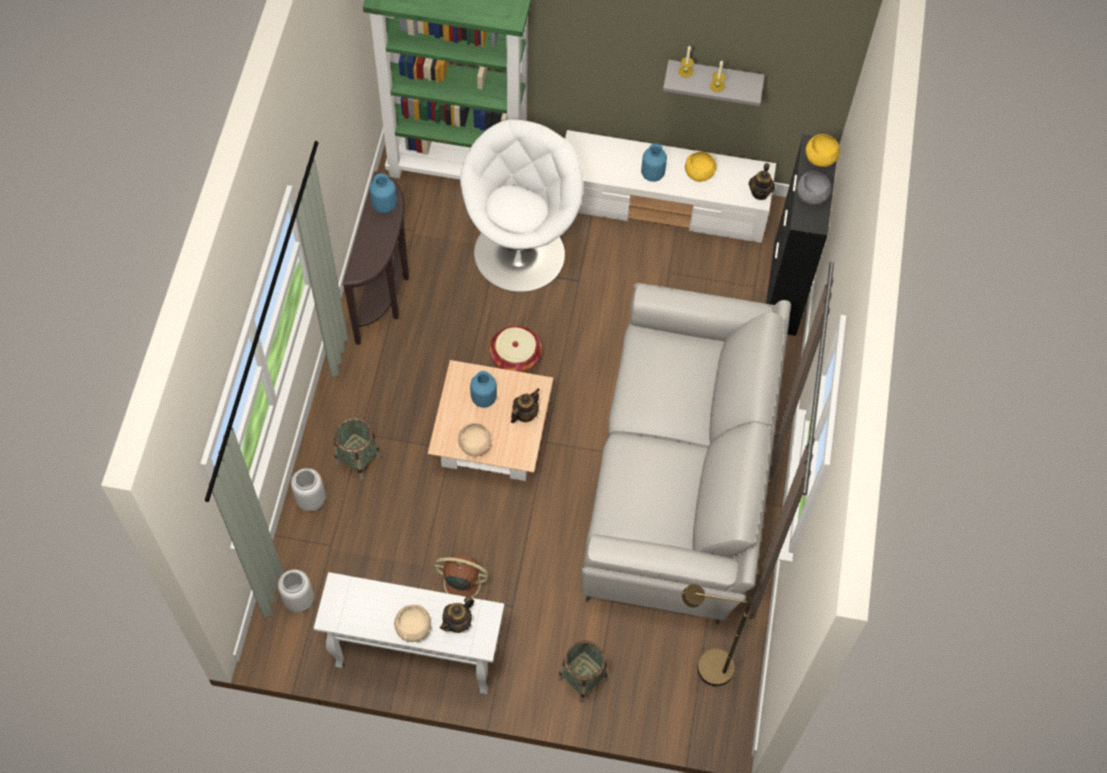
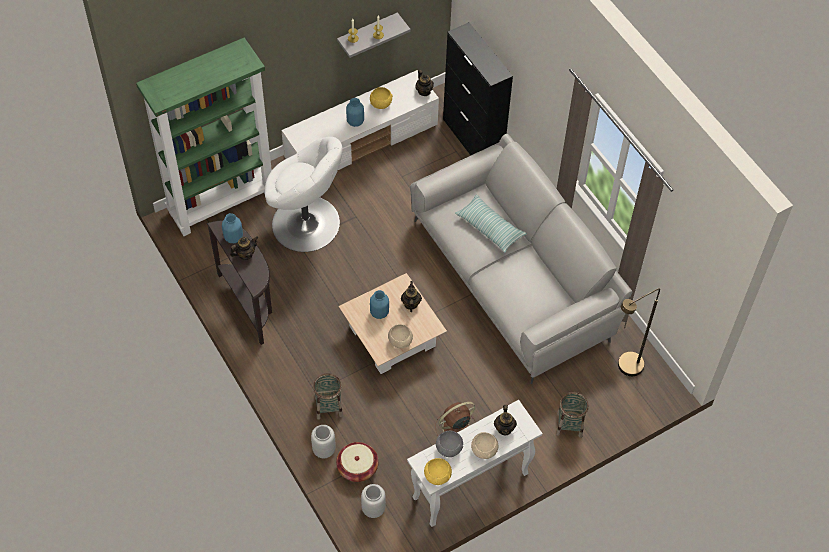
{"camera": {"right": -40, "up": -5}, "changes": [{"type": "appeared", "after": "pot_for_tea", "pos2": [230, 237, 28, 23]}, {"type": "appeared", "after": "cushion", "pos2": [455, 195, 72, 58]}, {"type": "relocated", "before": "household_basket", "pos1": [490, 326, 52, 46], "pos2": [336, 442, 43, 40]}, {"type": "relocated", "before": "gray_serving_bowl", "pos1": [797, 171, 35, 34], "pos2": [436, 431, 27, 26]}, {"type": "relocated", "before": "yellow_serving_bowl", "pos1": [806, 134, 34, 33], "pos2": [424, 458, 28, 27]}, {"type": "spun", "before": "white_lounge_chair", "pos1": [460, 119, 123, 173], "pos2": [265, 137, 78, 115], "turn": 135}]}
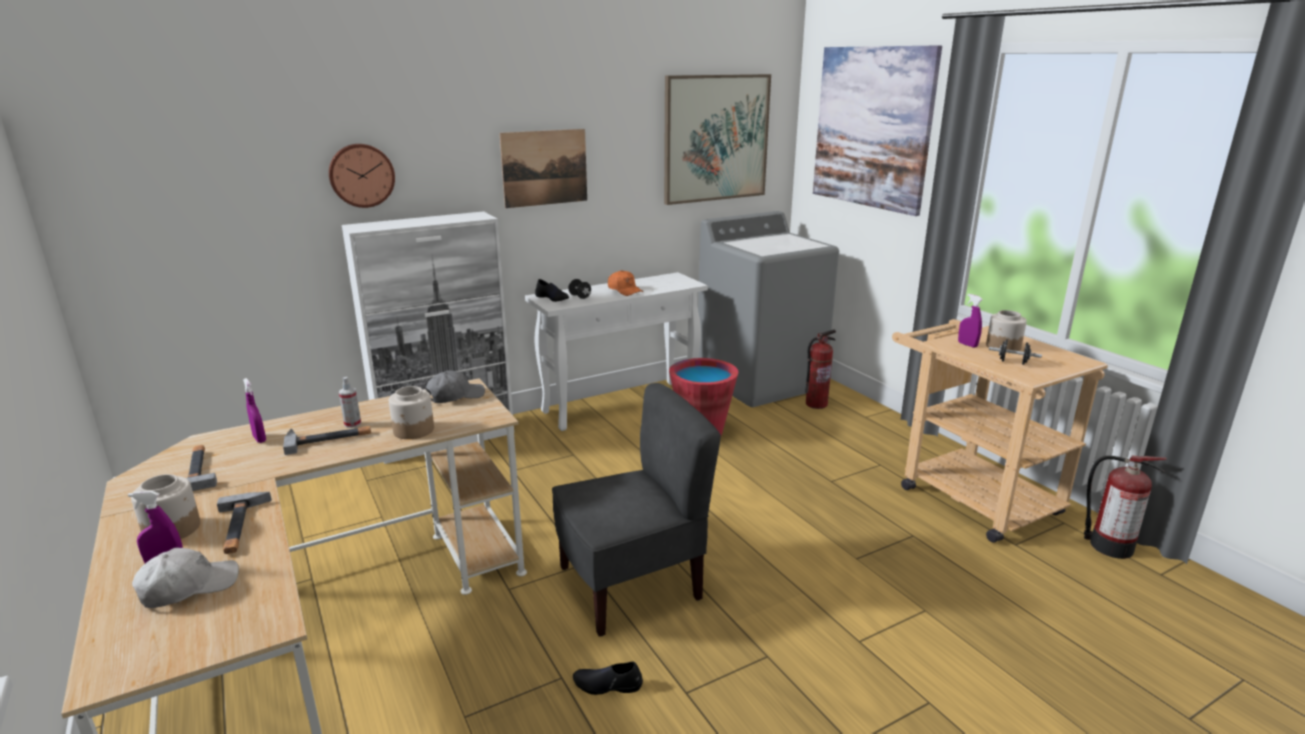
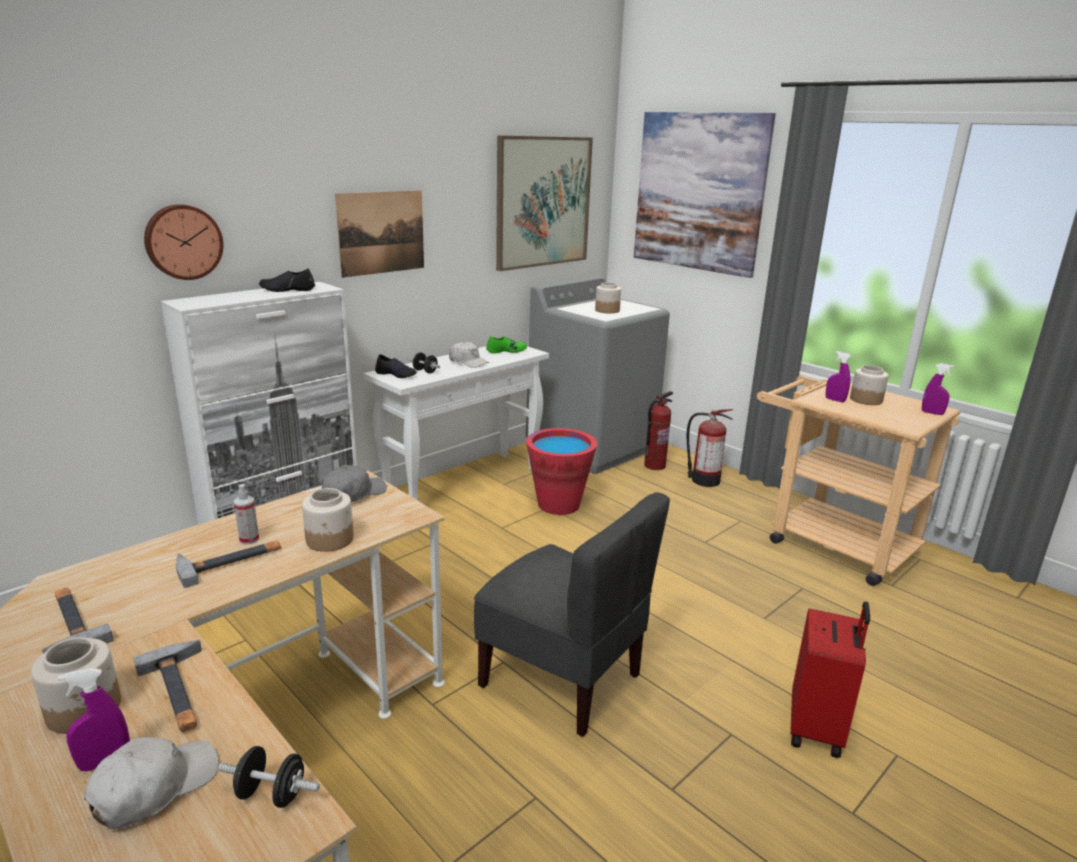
{"camera": {"right": -15, "up": 0}, "changes": [{"type": "appeared", "after": "green-coloured_item_of_footwear", "pos2": [486, 336, 41, 18]}, {"type": "appeared", "after": "jar", "pos2": [595, 282, 26, 31]}, {"type": "appeared", "after": "red_travel_case", "pos2": [790, 601, 80, 157]}, {"type": "relocated", "before": "purple-coloured_hand_sprayer", "pos1": [243, 378, 23, 65], "pos2": [922, 363, 32, 52]}, {"type": "relocated", "before": "black_item_of_footwear", "pos1": [573, 662, 70, 33], "pos2": [259, 268, 56, 24]}, {"type": "relocated", "before": "black_free_weight", "pos1": [989, 340, 53, 25], "pos2": [218, 746, 102, 62]}, {"type": "relocated", "before": "fire_extinguisher", "pos1": [1084, 455, 83, 104], "pos2": [686, 409, 47, 78]}, {"type": "colour", "before": "orangey_cap", "after": "white_cap", "pos1": [608, 270, 35, 26], "pos2": [449, 341, 40, 27]}, {"type": "spun", "before": "gray_upright_chair", "pos1": [552, 383, 169, 253], "pos2": [474, 492, 196, 245], "turn": 75}]}
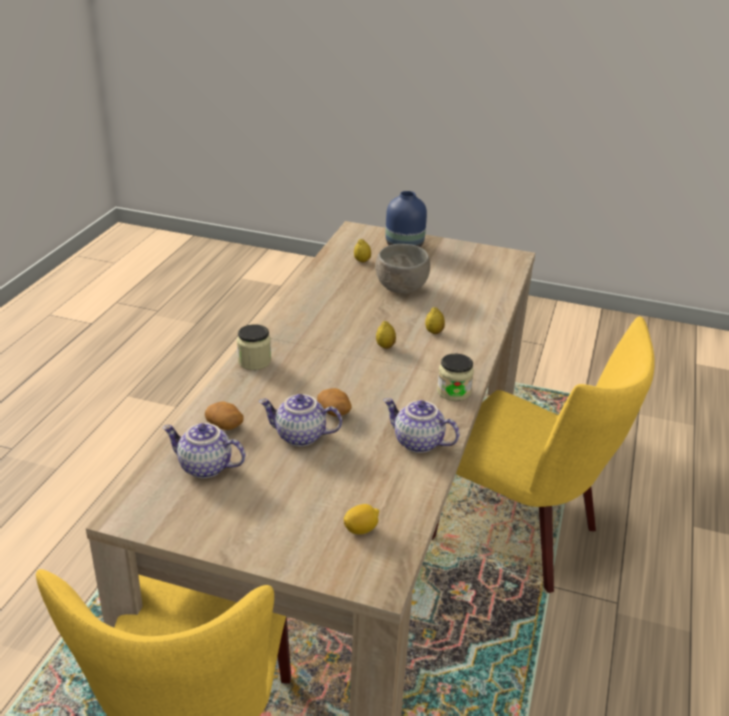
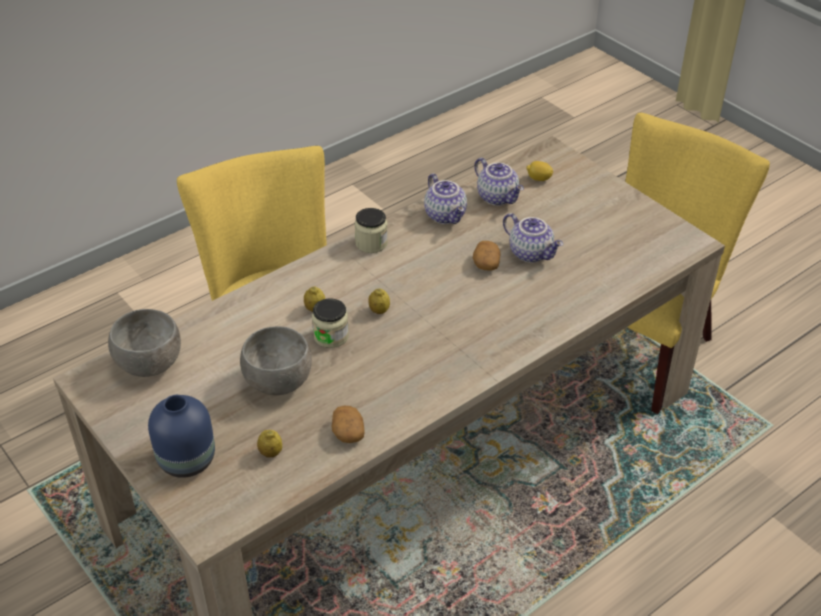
{"camera": {"right": -145, "up": 10}, "changes": [{"type": "appeared", "after": "gray_serving_bowl", "pos2": [108, 309, 73, 68]}, {"type": "relocated", "before": "pot_for_tea", "pos1": [162, 423, 83, 55], "pos2": [474, 158, 50, 48]}, {"type": "relocated", "before": "potato", "pos1": [205, 401, 39, 29], "pos2": [332, 406, 33, 37]}, {"type": "relocated", "before": "jar", "pos1": [237, 324, 34, 46], "pos2": [312, 299, 37, 49]}]}
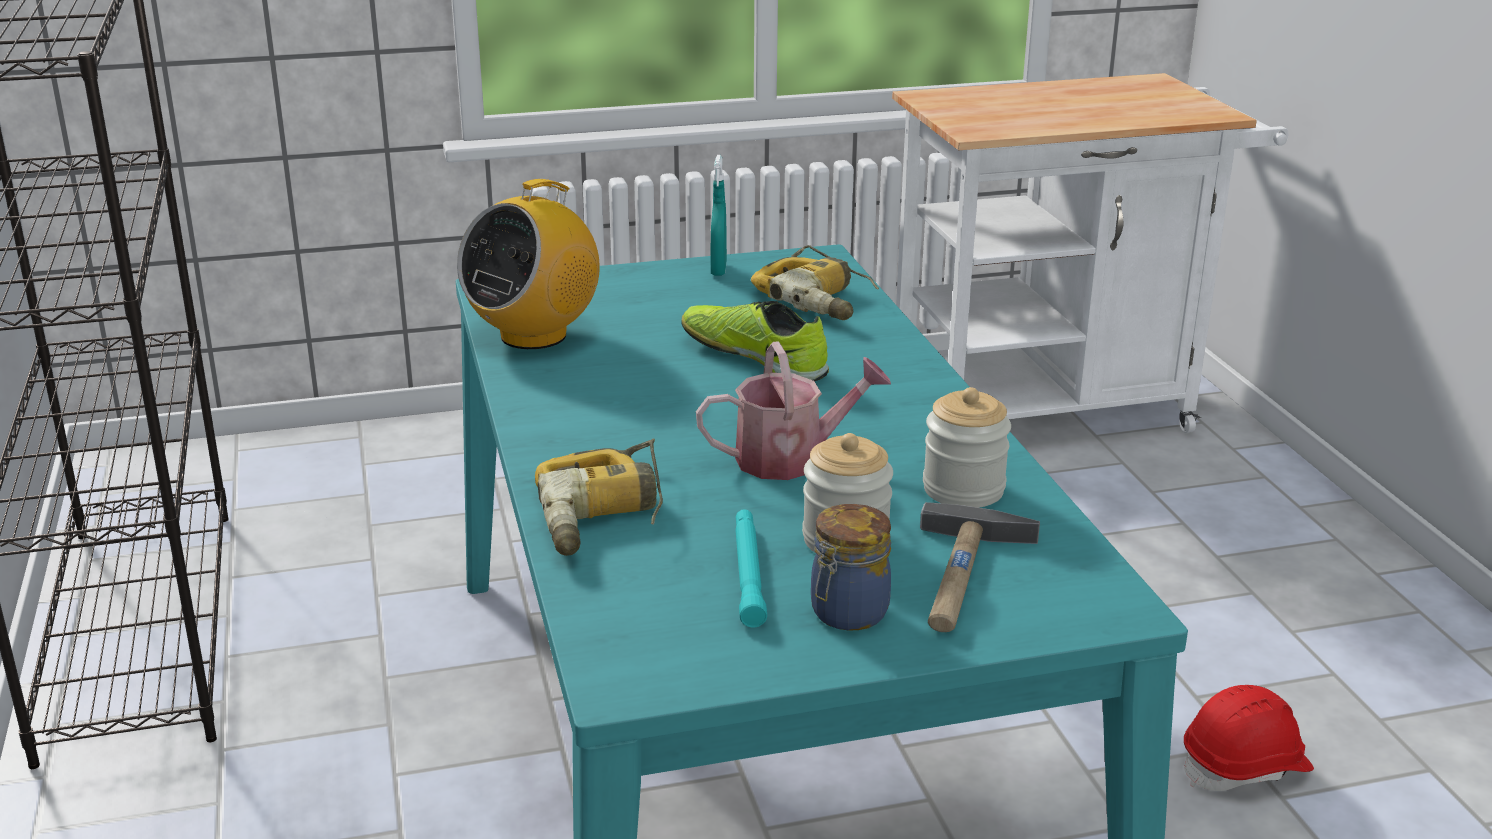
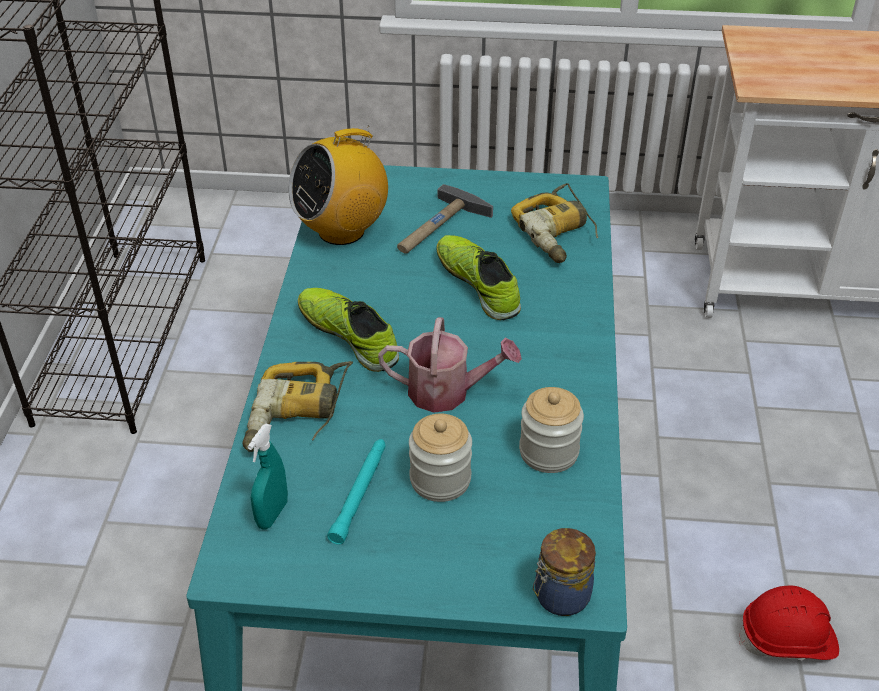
{"camera": {"right": 20, "up": 15}, "changes": [{"type": "appeared", "after": "item_of_footwear", "pos2": [298, 288, 101, 84]}, {"type": "relocated", "before": "turquoise_hand_sprayer", "pos1": [711, 155, 16, 121], "pos2": [247, 424, 41, 106]}, {"type": "relocated", "before": "jar", "pos1": [811, 504, 80, 126], "pos2": [533, 528, 63, 88]}, {"type": "relocated", "before": "hand_hammer", "pos1": [920, 502, 120, 130], "pos2": [397, 184, 96, 70]}]}
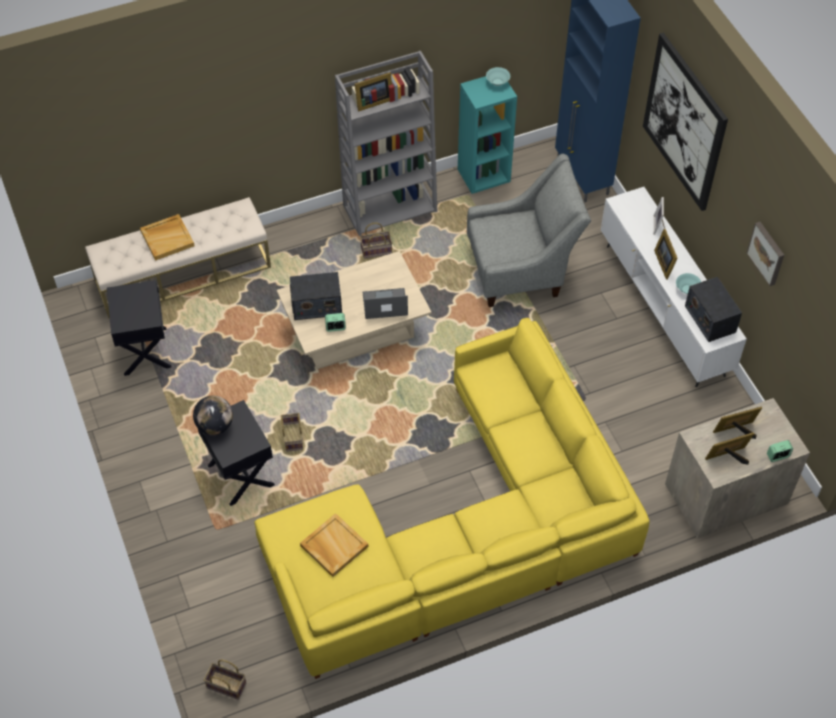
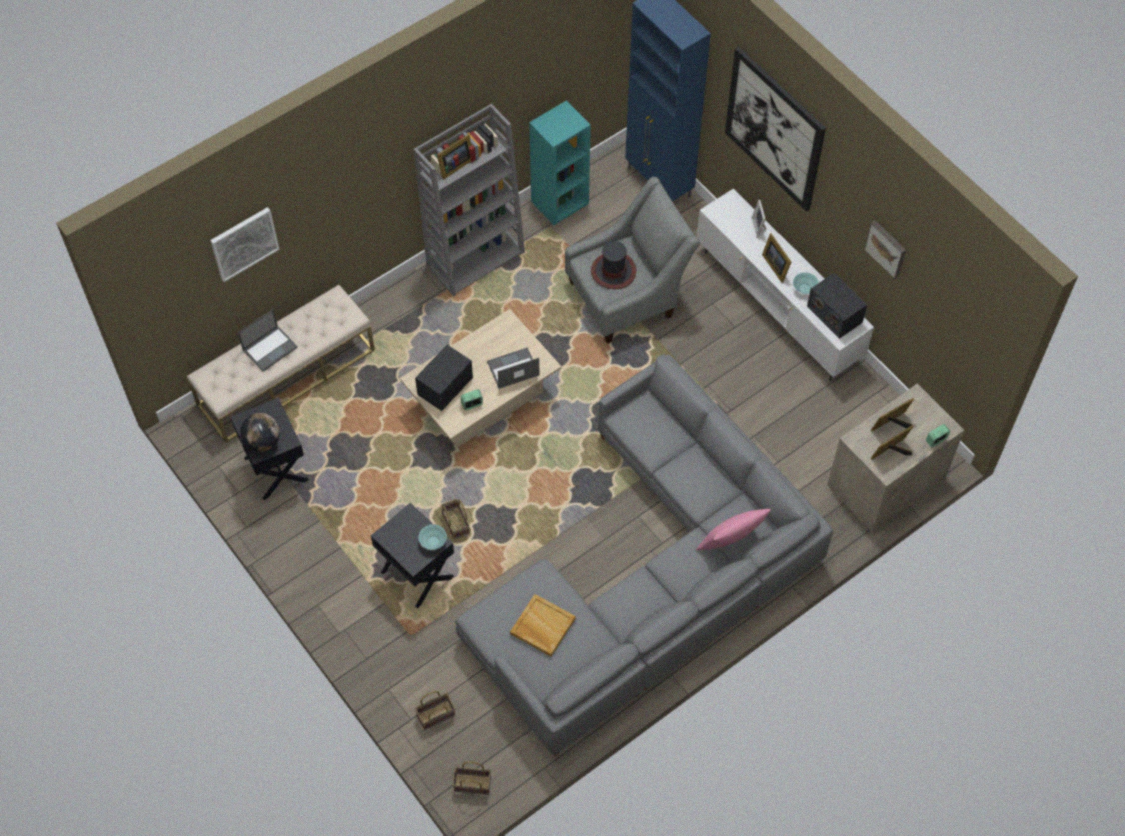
{"camera": {"right": -15, "up": 5}, "changes": [{"type": "appeared", "after": "picture", "pos2": [210, 207, 69, 75]}, {"type": "appeared", "after": "hat", "pos2": [591, 241, 46, 48]}, {"type": "appeared", "after": "pink-coloured_cushion", "pos2": [696, 509, 75, 41]}, {"type": "relocated", "before": "world_globe", "pos1": [193, 396, 40, 39], "pos2": [240, 413, 40, 39]}, {"type": "relocated", "before": "household_basket", "pos1": [360, 222, 32, 36], "pos2": [415, 691, 40, 39]}, {"type": "relocated", "before": "turquoise_serving_bowl", "pos1": [486, 67, 24, 19], "pos2": [418, 524, 29, 26]}, {"type": "exchanged", "before": "sand-coloured_tray", "after": "portable_computer", "pos1": [140, 214, 55, 47], "pos2": [238, 309, 60, 63]}, {"type": "colour", "before": "yellow_sofa", "after": "gray_sofa", "pos1": [254, 318, 396, 361], "pos2": [455, 354, 378, 402]}, {"type": "spun", "before": "radio_set", "pos1": [290, 272, 52, 48], "pos2": [415, 345, 58, 66], "turn": 150}]}
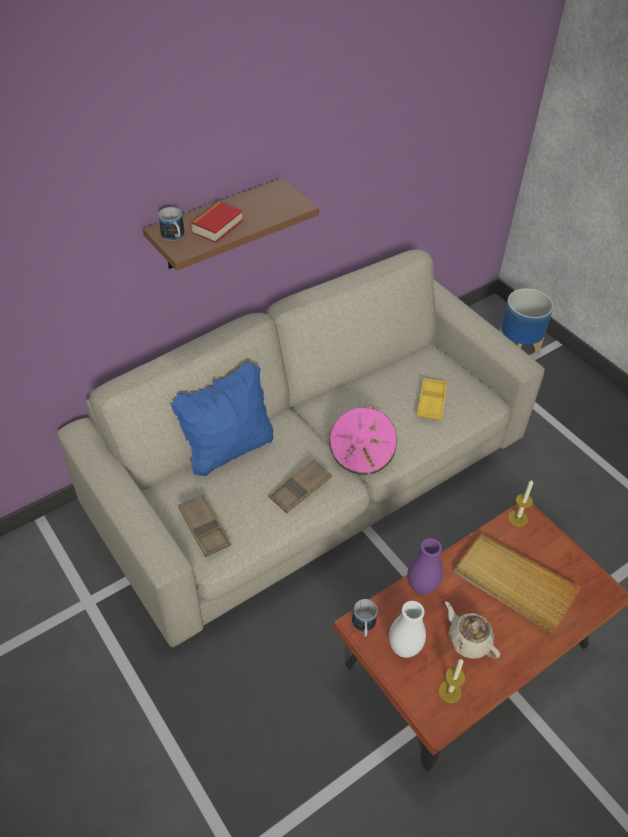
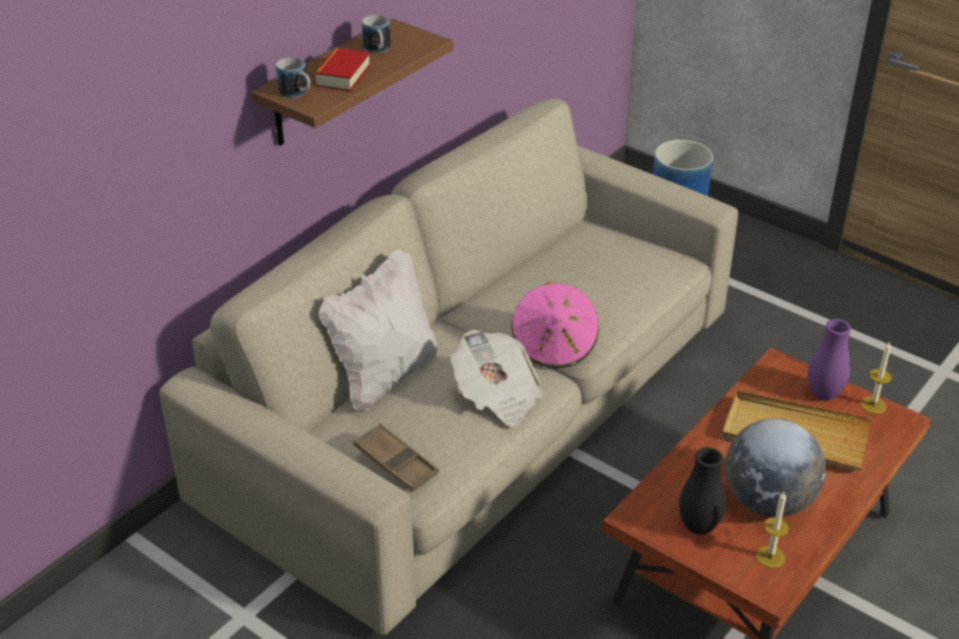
{"camera": {"right": -15, "up": -10}, "changes": [{"type": "missing", "before": "yellow_tray", "pos1": [417, 378, 30, 42]}, {"type": "relocated", "before": "coffee_mug", "pos1": [352, 599, 26, 38], "pos2": [362, 15, 29, 38]}, {"type": "relocated", "before": "purple-coloured_vase", "pos1": [407, 538, 36, 57], "pos2": [807, 319, 44, 81]}, {"type": "relocated", "before": "wax_candle", "pos1": [508, 480, 25, 47], "pos2": [861, 341, 31, 73]}, {"type": "exchanged", "before": "brown-coloured_tray", "after": "newspaper", "pos1": [269, 459, 63, 54], "pos2": [451, 330, 93, 96]}, {"type": "exchanged", "before": "sand-coloured_pot_for_tea", "after": "world_globe", "pos1": [445, 602, 55, 57], "pos2": [725, 418, 101, 99]}, {"type": "colour", "before": "blue-coloured_cushion", "after": "white_cushion", "pos1": [171, 362, 103, 114], "pos2": [319, 249, 118, 161]}, {"type": "colour", "before": "white_vase", "after": "black_vase", "pos1": [389, 601, 37, 57], "pos2": [679, 447, 47, 88]}]}
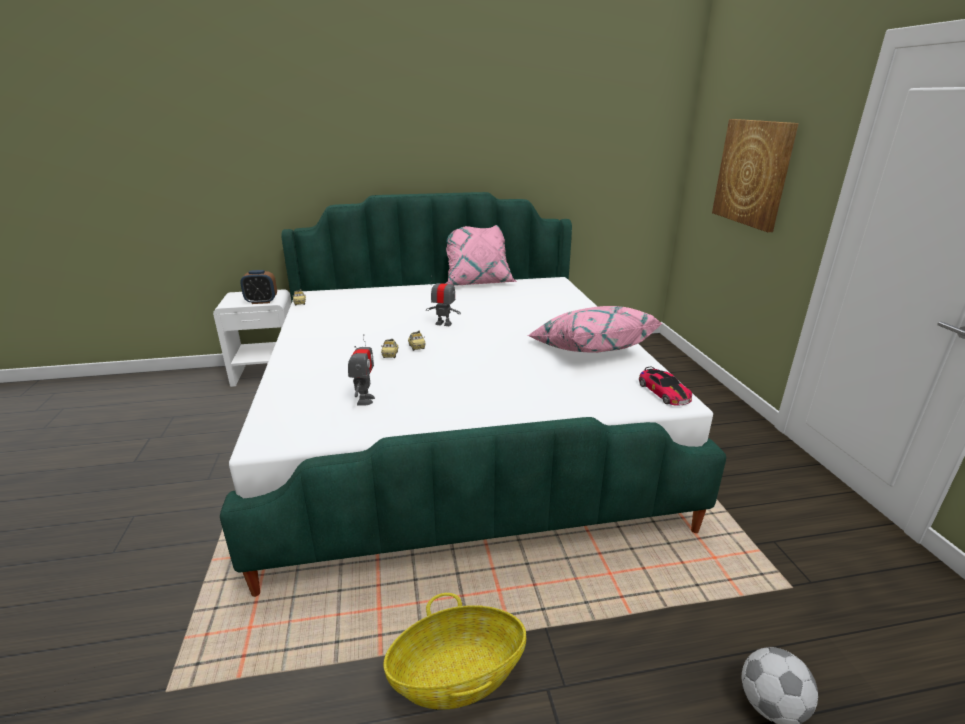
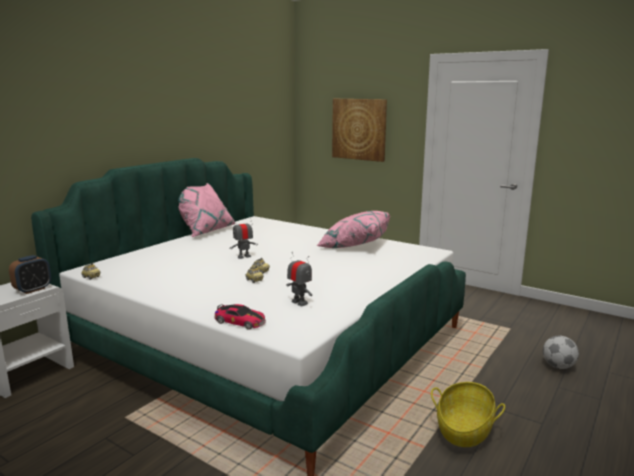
{"camera": {"right": -45, "up": -10}, "changes": [{"type": "relocated", "before": "miniature_car", "pos1": [639, 366, 53, 40], "pos2": [215, 304, 51, 26]}]}
